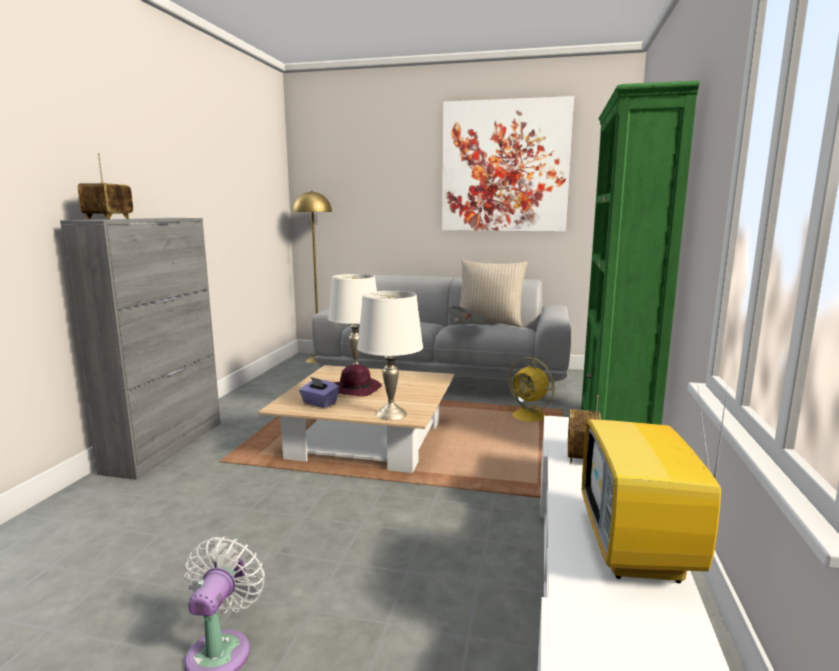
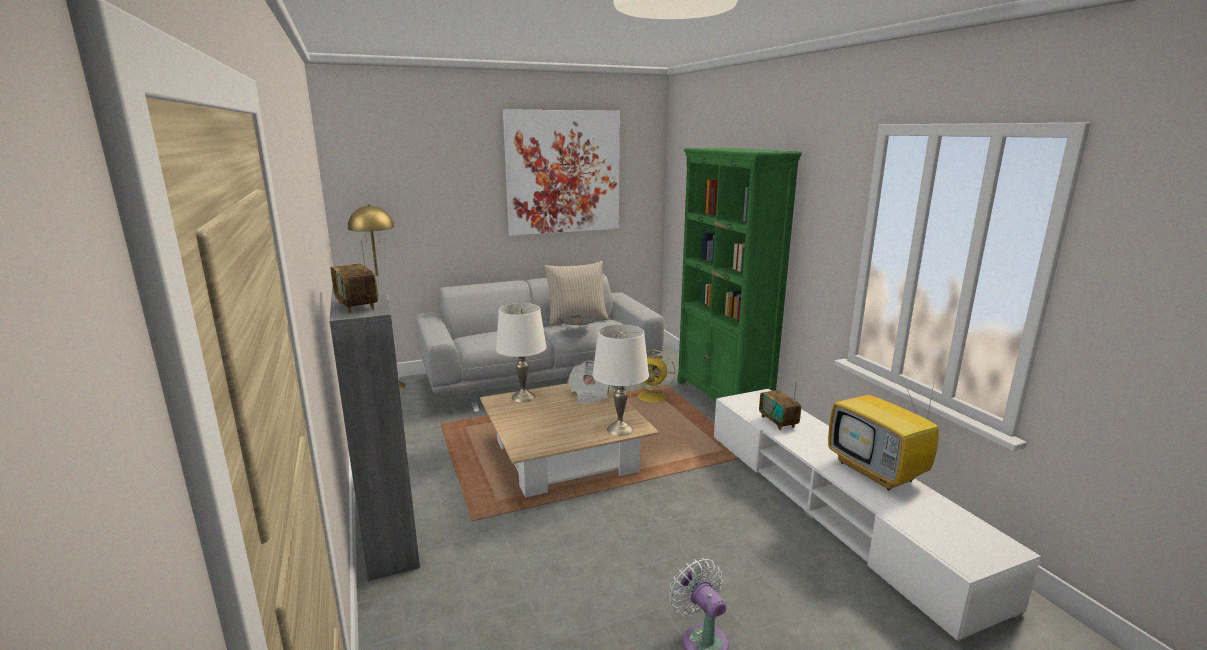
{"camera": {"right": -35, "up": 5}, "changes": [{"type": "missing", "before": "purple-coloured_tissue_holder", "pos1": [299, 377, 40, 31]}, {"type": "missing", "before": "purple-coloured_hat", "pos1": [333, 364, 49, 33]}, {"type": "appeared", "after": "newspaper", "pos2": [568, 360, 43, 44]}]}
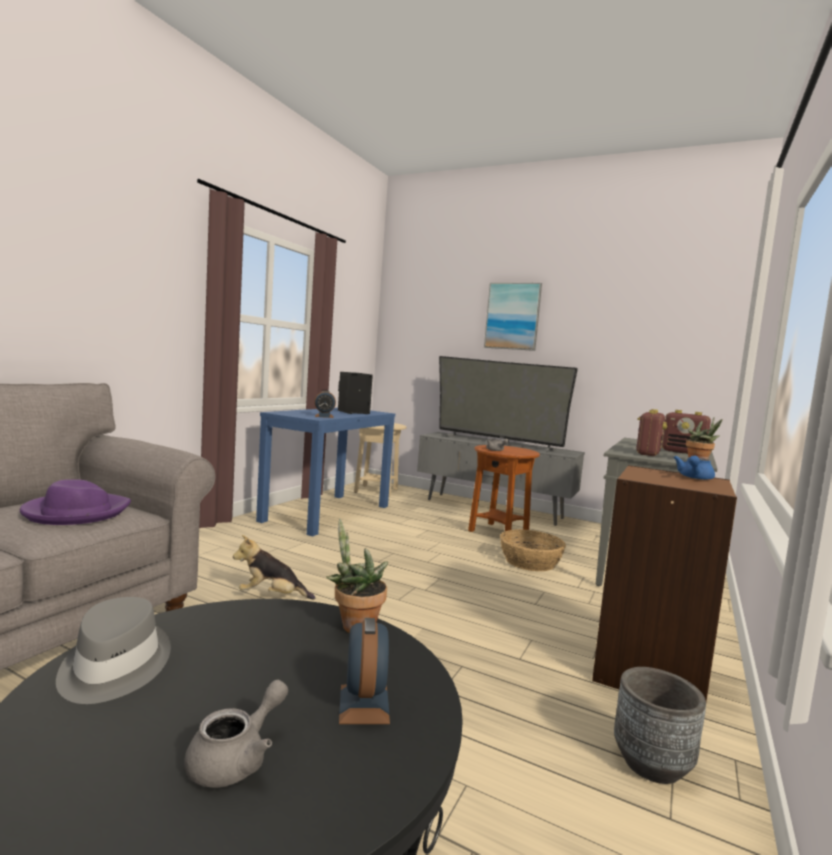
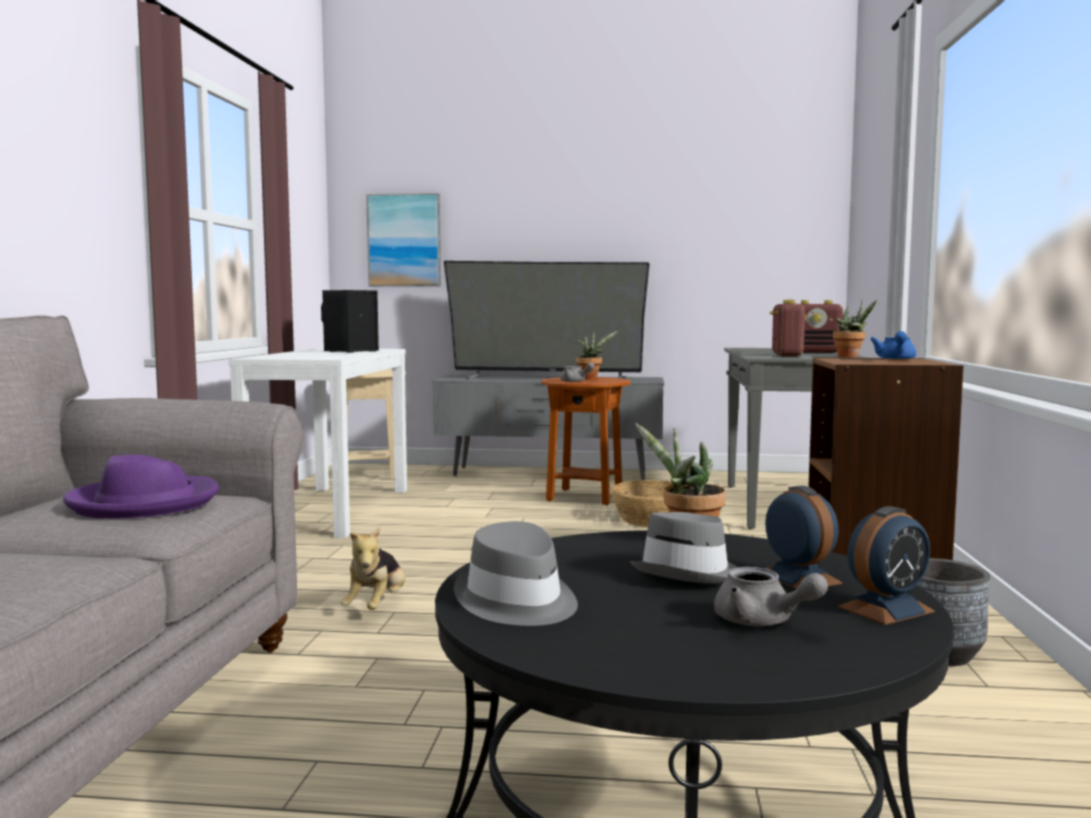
{"camera": {"right": -20, "up": 0}, "changes": [{"type": "appeared", "after": "houseplant", "pos2": [576, 331, 42, 48]}, {"type": "appeared", "after": "gray_hat", "pos2": [630, 512, 107, 72]}, {"type": "relocated", "before": "alarm_clock", "pos1": [314, 391, 22, 27], "pos2": [838, 506, 97, 119]}, {"type": "relocated", "before": "picture", "pos1": [484, 283, 58, 68], "pos2": [366, 193, 75, 94]}, {"type": "colour", "before": "blue-coloured_console_table", "after": "white_console_table", "pos1": [256, 408, 139, 129], "pos2": [228, 348, 179, 190]}, {"type": "spun", "before": "gray_pot_for_tea", "pos1": [184, 680, 104, 108], "pos2": [714, 567, 114, 59], "turn": 120}, {"type": "spun", "before": "plush_toy", "pos1": [233, 535, 82, 65], "pos2": [341, 527, 64, 83], "turn": -60}]}
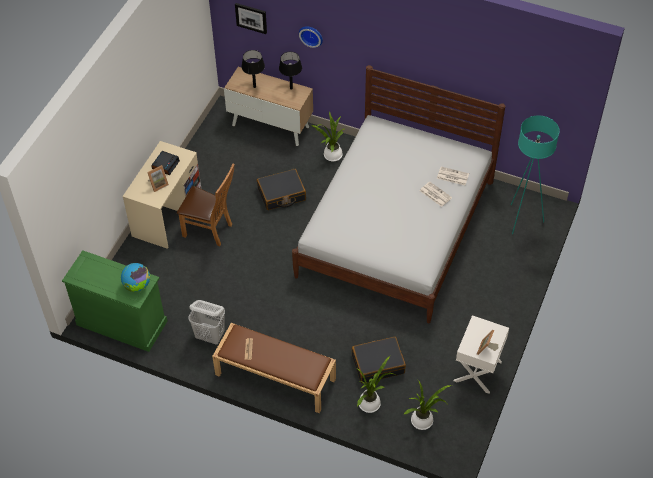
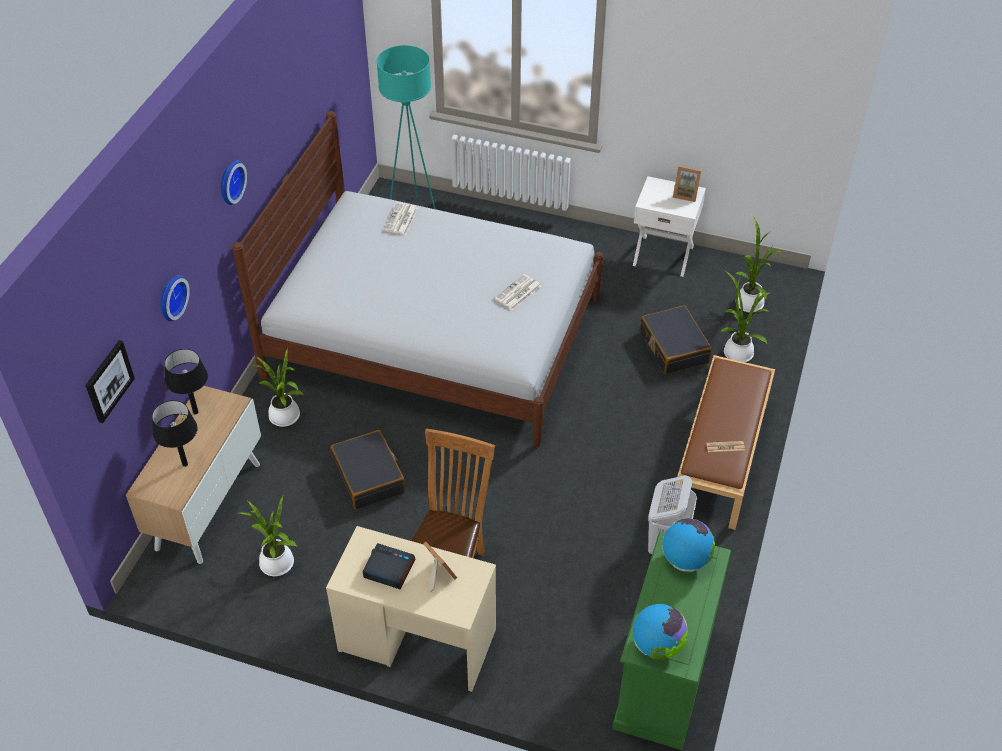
{"camera": {"right": -95, "up": -5}, "changes": [{"type": "appeared", "after": "clock_on_the_wall", "pos2": [221, 160, 26, 45]}, {"type": "appeared", "after": "houseplant", "pos2": [239, 496, 58, 80]}, {"type": "appeared", "after": "world_globe", "pos2": [633, 604, 55, 56]}, {"type": "relocated", "before": "newspaper", "pos1": [420, 182, 32, 25], "pos2": [494, 274, 47, 36]}]}
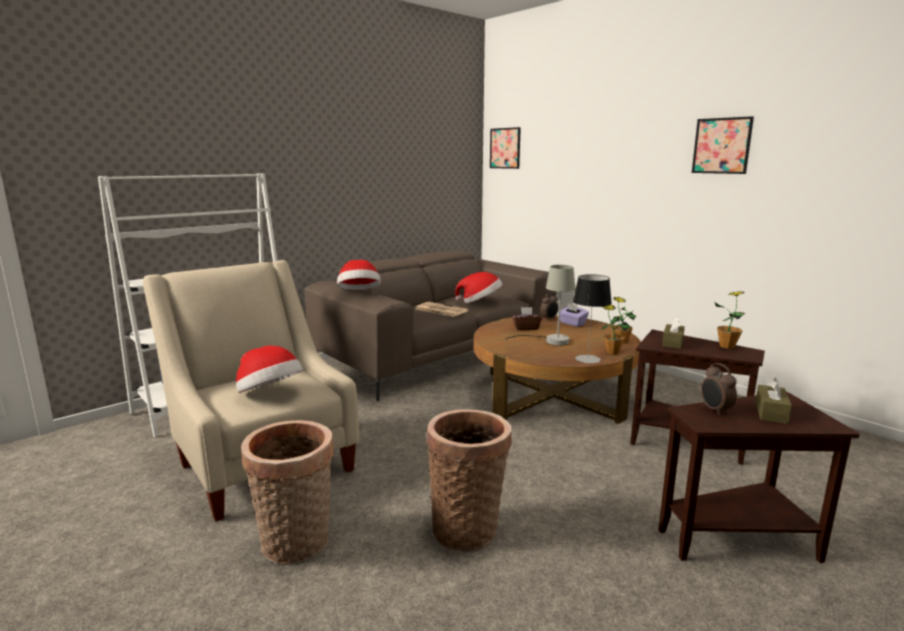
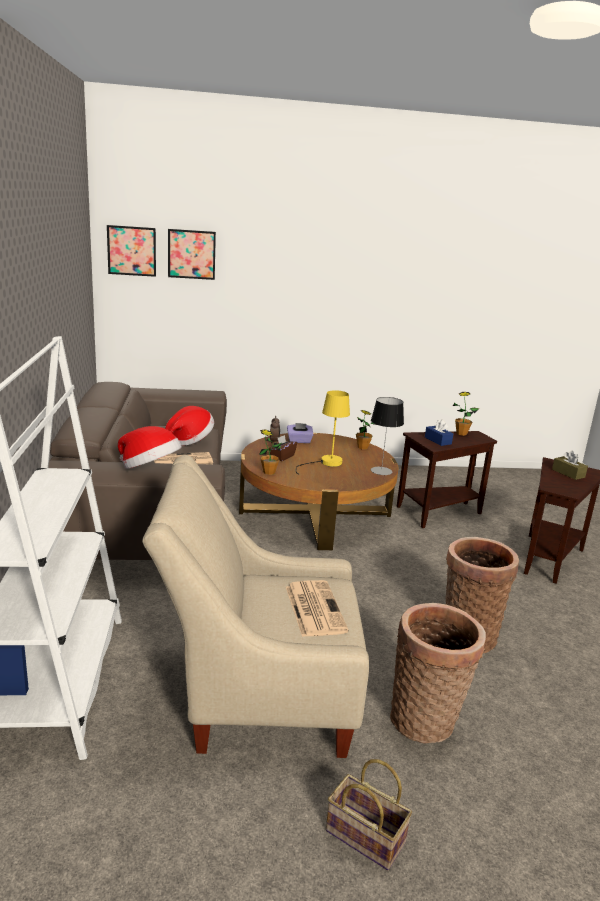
{"camera": {"right": -55, "up": 5}, "changes": [{"type": "missing", "before": "alarm_clock", "pos1": [701, 363, 36, 53]}, {"type": "appeared", "after": "household_basket", "pos2": [326, 759, 86, 112]}, {"type": "relocated", "before": "houseplant", "pos1": [601, 305, 30, 49], "pos2": [259, 429, 22, 46]}, {"type": "relocated", "before": "picture", "pos1": [692, 116, 62, 58], "pos2": [168, 229, 48, 51]}, {"type": "exchanged", "before": "hat", "after": "newspaper", "pos1": [236, 345, 67, 48], "pos2": [286, 580, 63, 57]}, {"type": "colour", "before": "gray_lamp_for_a_table", "after": "yellow_lamp_for_a_table", "pos1": [505, 265, 71, 81], "pos2": [295, 390, 55, 85]}, {"type": "colour", "before": "brown-coloured_tissue_holder", "after": "blue-coloured_tissue_holder", "pos1": [662, 316, 23, 33], "pos2": [425, 420, 28, 26]}]}
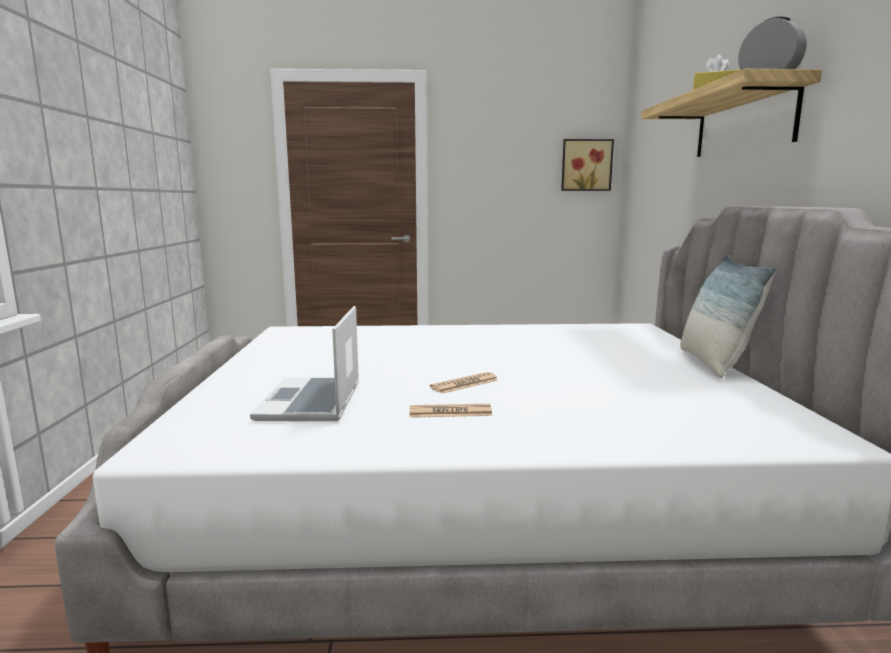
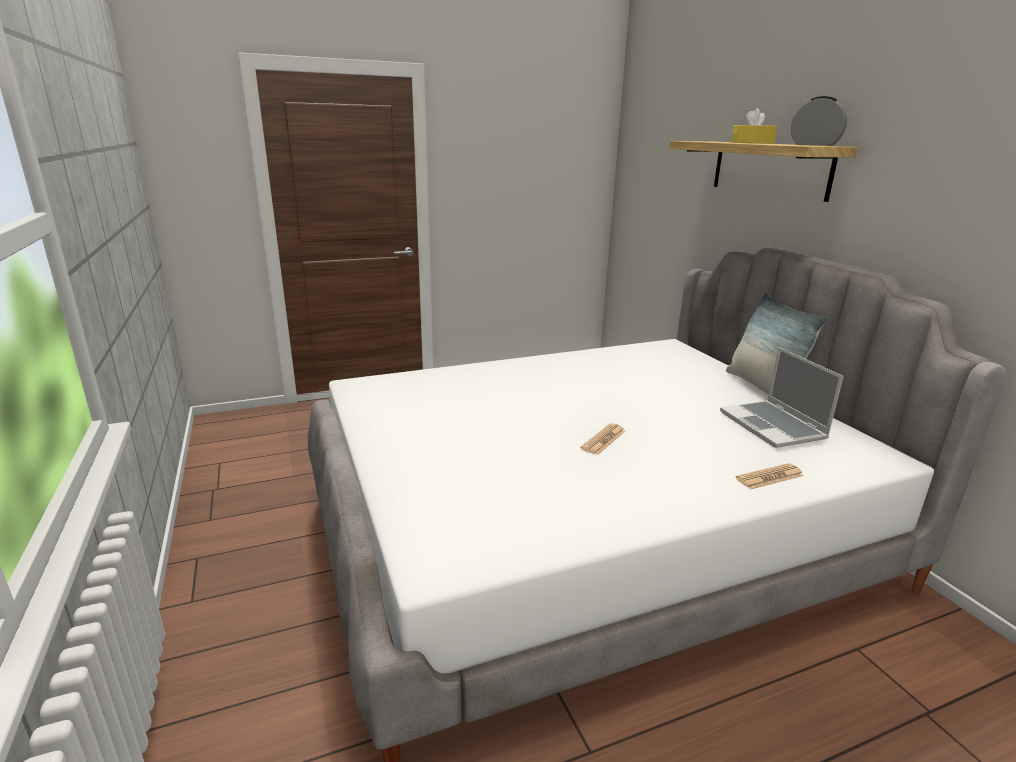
{"camera": {"right": -20, "up": 10}, "changes": [{"type": "missing", "before": "picture", "pos1": [561, 139, 53, 52]}, {"type": "relocated", "before": "portable_computer", "pos1": [250, 306, 109, 115], "pos2": [720, 347, 124, 101]}, {"type": "relocated", "before": "newspaper", "pos1": [410, 404, 82, 14], "pos2": [736, 463, 68, 26]}]}
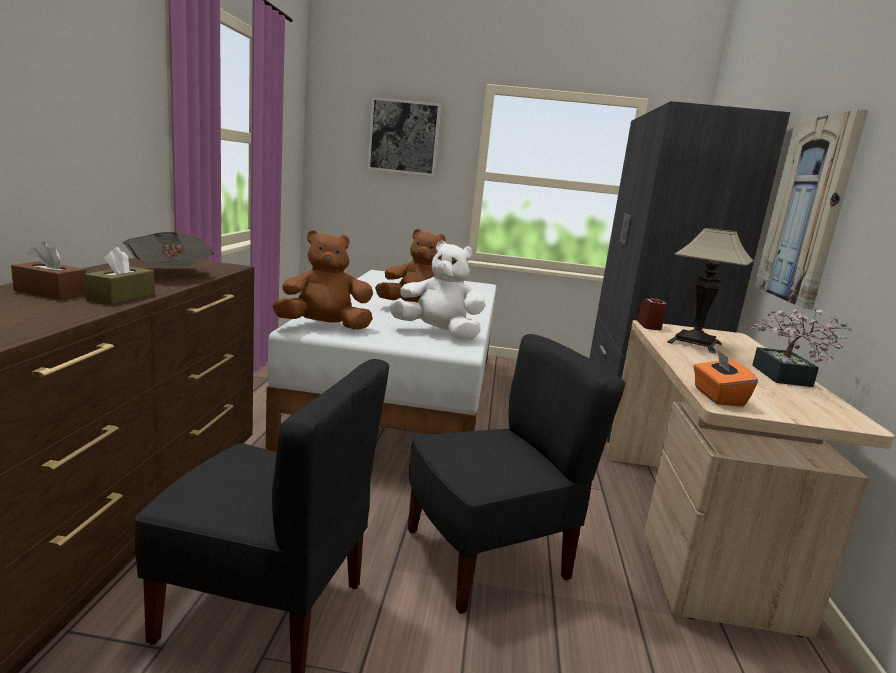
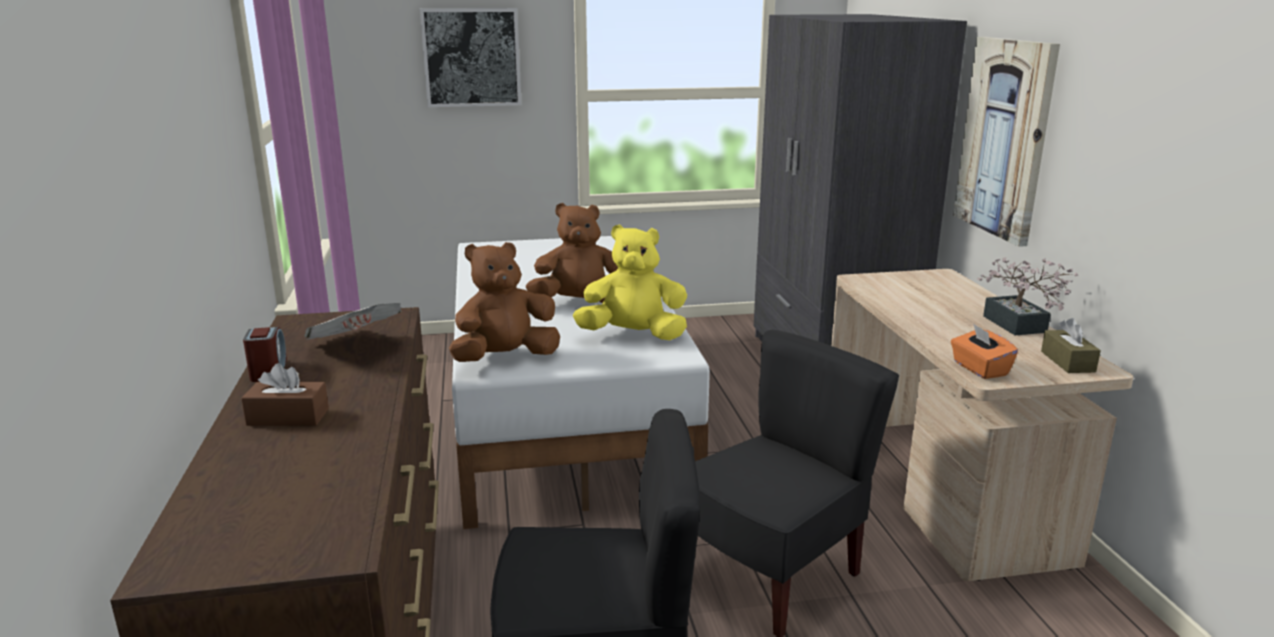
{"camera": {"right": -15, "up": 5}, "changes": [{"type": "missing", "before": "lamp_for_a_table", "pos1": [667, 228, 87, 125]}, {"type": "relocated", "before": "brown-coloured_tissue_holder", "pos1": [84, 247, 71, 58], "pos2": [1041, 318, 60, 55]}, {"type": "relocated", "before": "alarm_clock", "pos1": [638, 298, 29, 32], "pos2": [243, 327, 44, 55]}, {"type": "colour", "before": "white_plush_toy", "after": "yellow_plush_toy", "pos1": [389, 241, 97, 99], "pos2": [573, 225, 114, 115]}]}
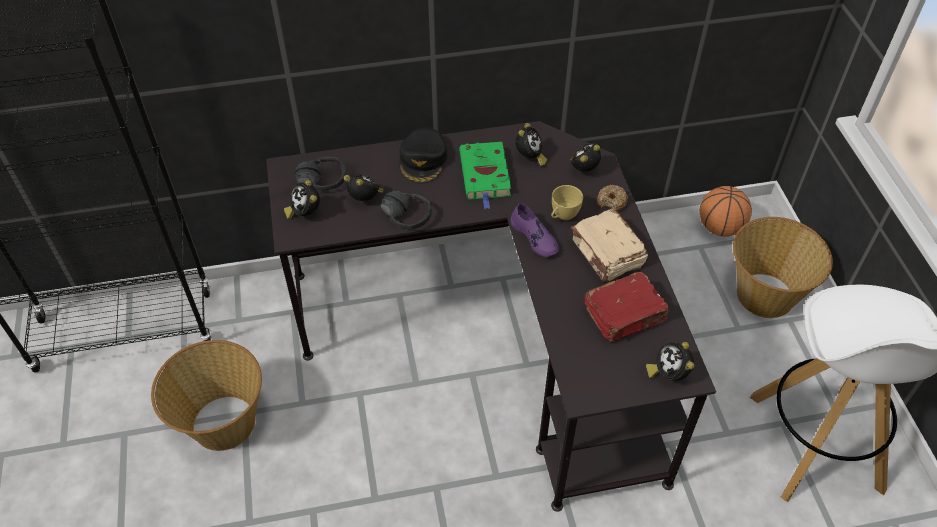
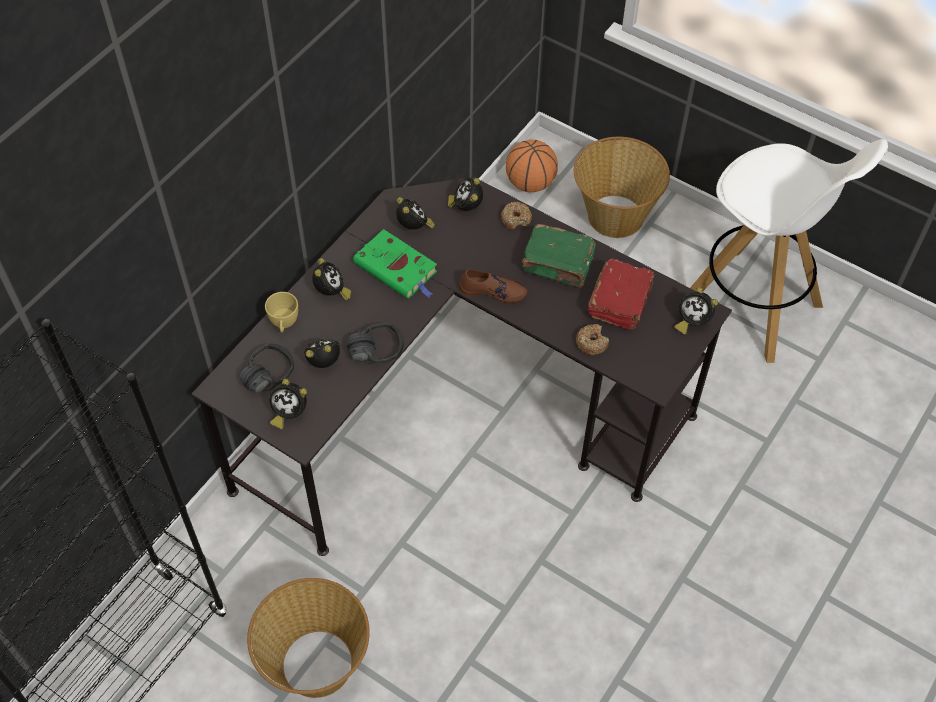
{"camera": {"right": -45, "up": 5}, "changes": [{"type": "appeared", "after": "doughnut", "pos2": [576, 324, 33, 31]}, {"type": "relocated", "before": "yellow_cup", "pos1": [551, 185, 32, 35], "pos2": [265, 292, 33, 40]}, {"type": "exchanged", "before": "black_cap", "after": "alarm_clock", "pos1": [399, 128, 48, 56], "pos2": [312, 258, 39, 43]}, {"type": "colour", "before": "purple-coloured_item_of_footwear", "after": "brown-coloured_item_of_footwear", "pos1": [511, 203, 48, 54], "pos2": [459, 269, 68, 34]}, {"type": "colour", "before": "sand-coloured_book", "after": "green-coloured_book", "pos1": [571, 209, 77, 73], "pos2": [522, 224, 74, 64]}]}
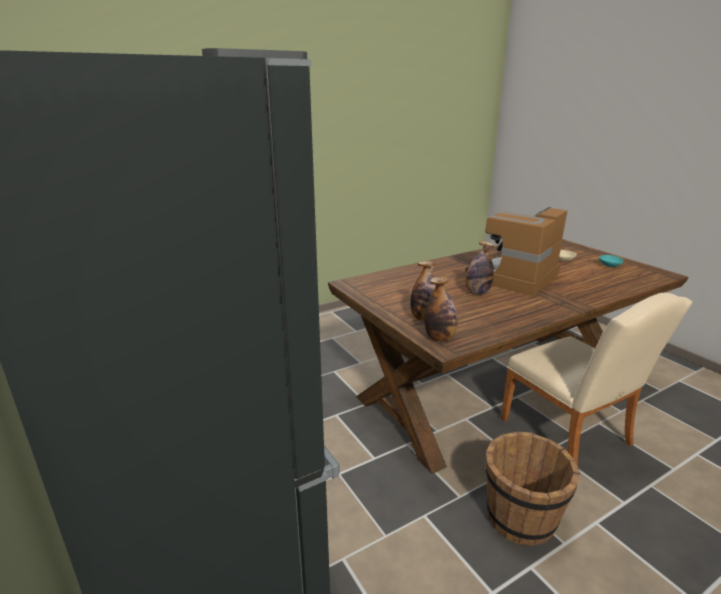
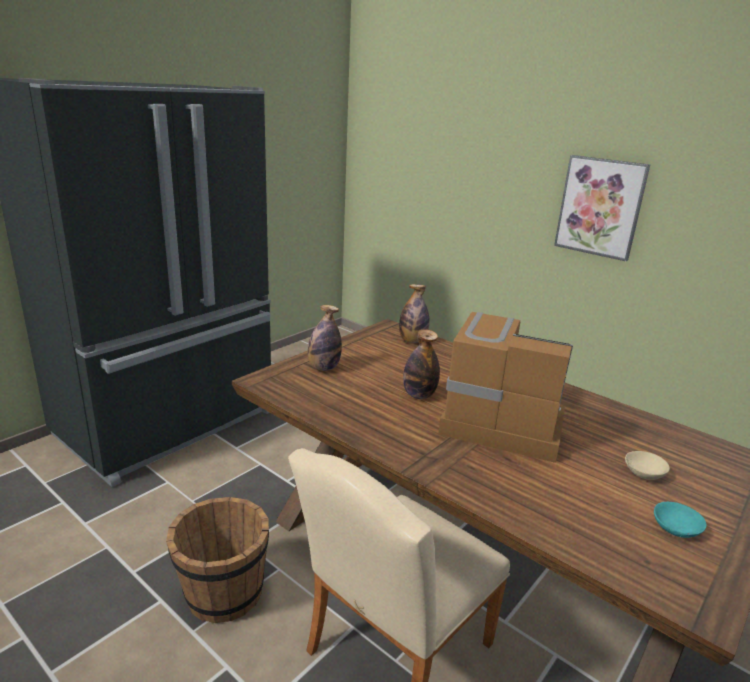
{"camera": {"right": 70, "up": 0}, "changes": [{"type": "appeared", "after": "picture", "pos2": [554, 155, 96, 106]}, {"type": "relocated", "before": "beverage_bottle", "pos1": [424, 276, 34, 66], "pos2": [399, 284, 30, 59]}]}
